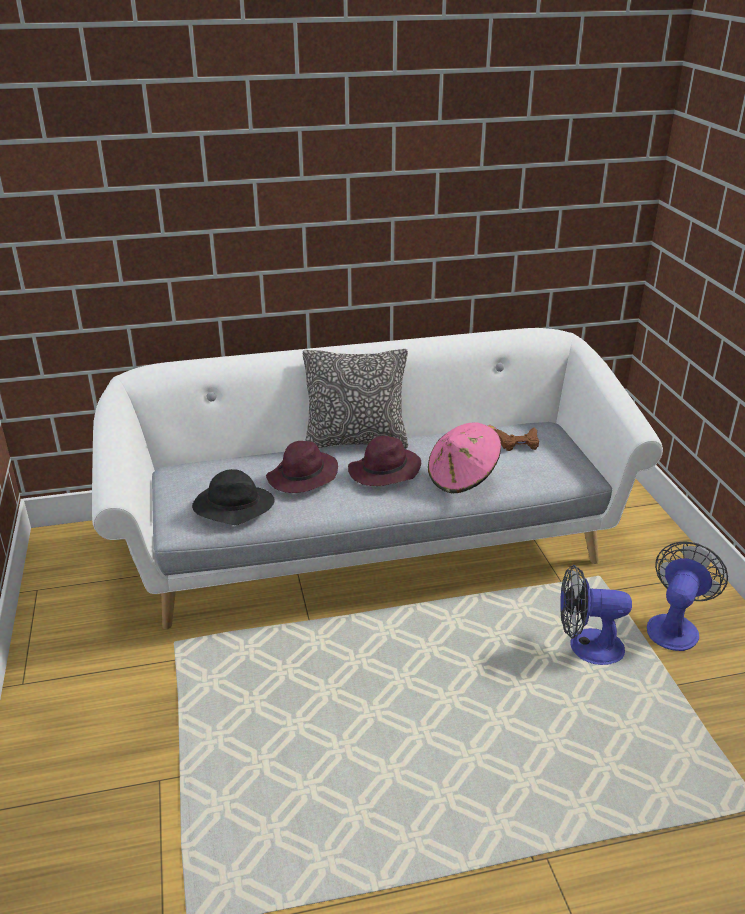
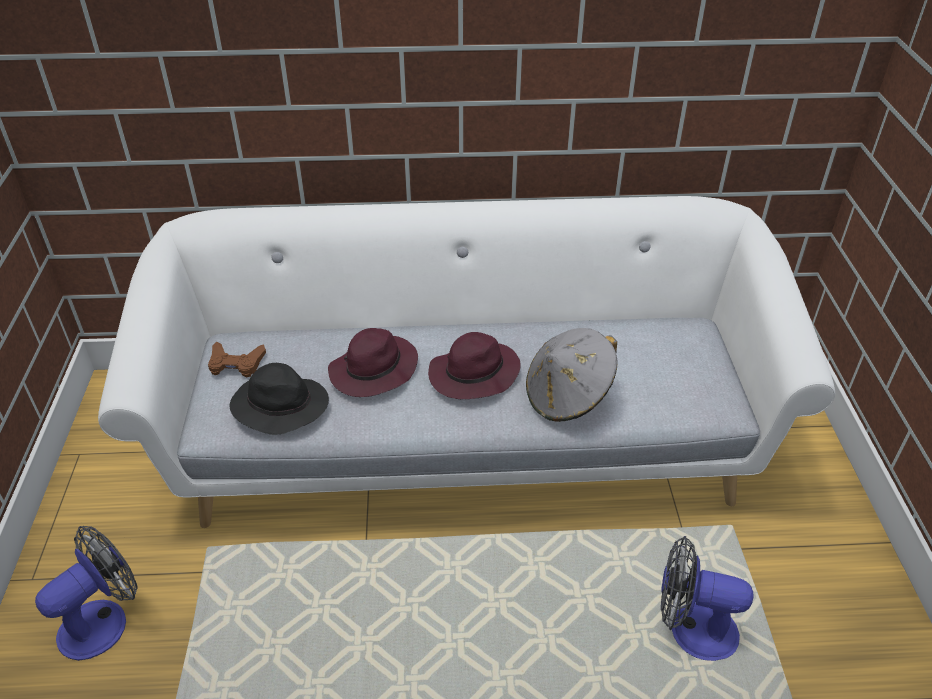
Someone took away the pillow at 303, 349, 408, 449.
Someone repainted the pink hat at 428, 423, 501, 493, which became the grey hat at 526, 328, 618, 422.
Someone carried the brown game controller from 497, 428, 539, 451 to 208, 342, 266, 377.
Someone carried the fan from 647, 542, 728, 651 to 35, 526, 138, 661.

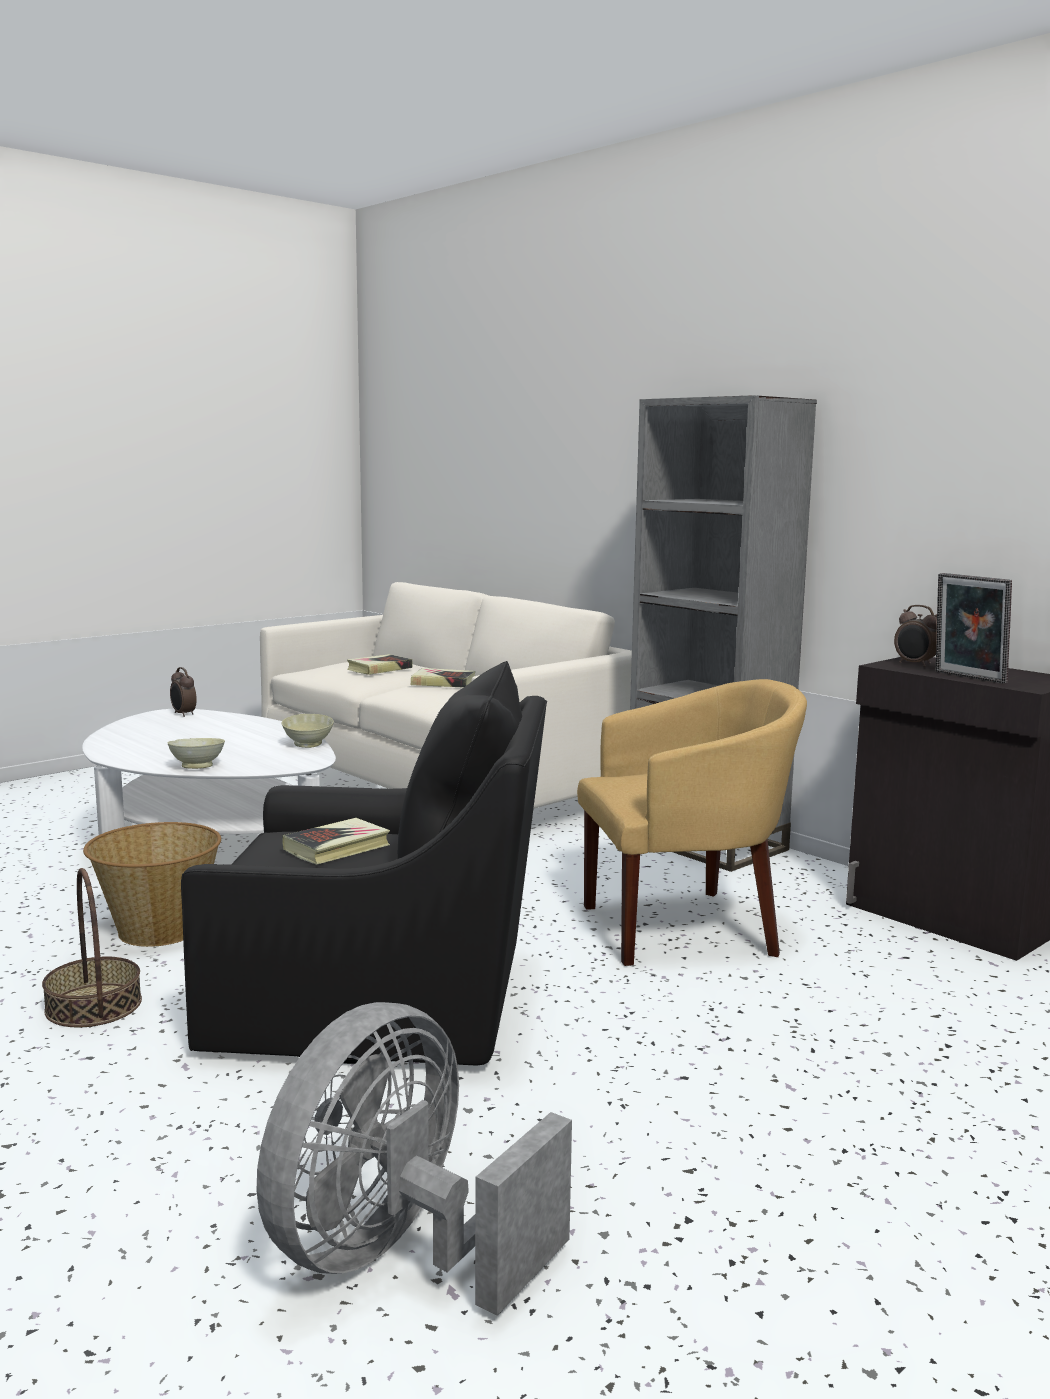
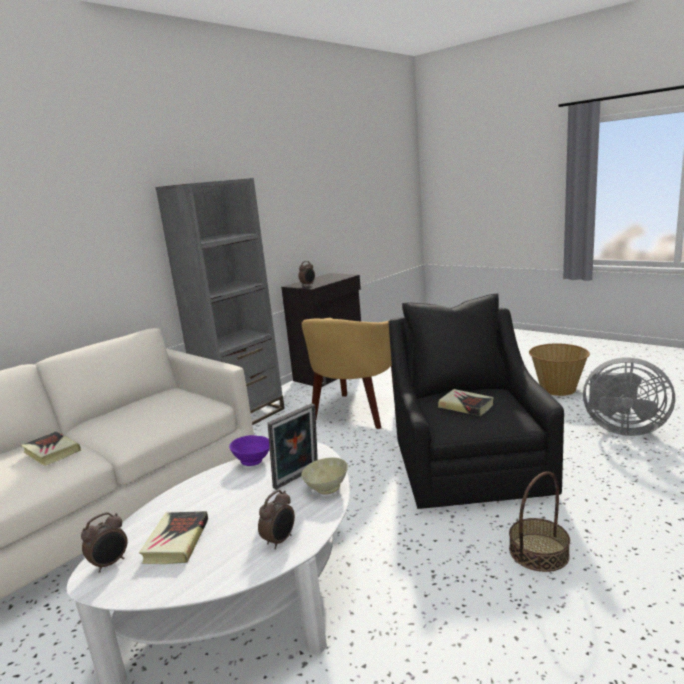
Someone carried the picture frame from 936, 573, 1012, 684 to 267, 403, 318, 490.
Someone carried the book from 411, 668, 475, 687 to 139, 511, 208, 564.
Someone rotated the yellow armchair at 577, 679, 807, 966 by 135 degrees counterclockwise.
Someone repainted the beige bowl at 281, 714, 334, 748, which became the purple bowl at 229, 435, 270, 466.
Someone carried the basket from 83, 822, 221, 947 to 529, 343, 590, 396.
Someone put down the alarm clock at 258, 490, 295, 549.

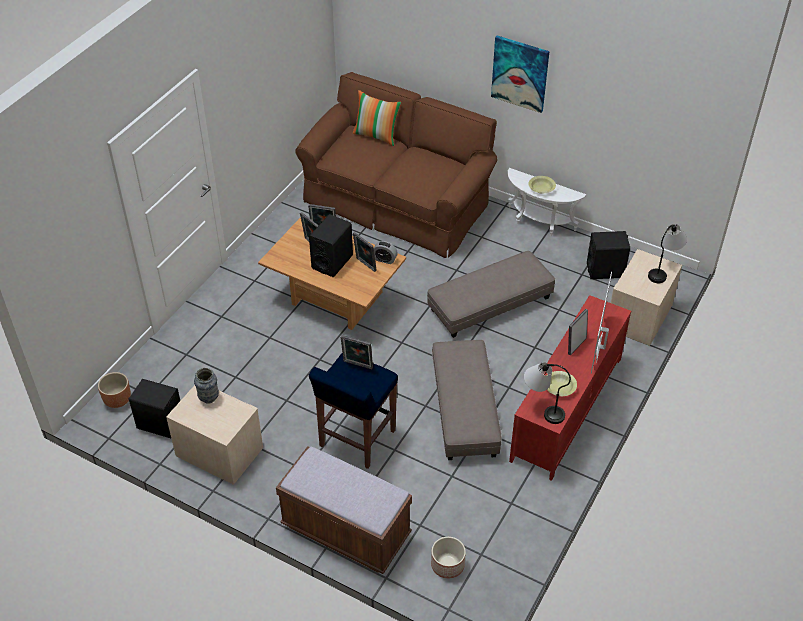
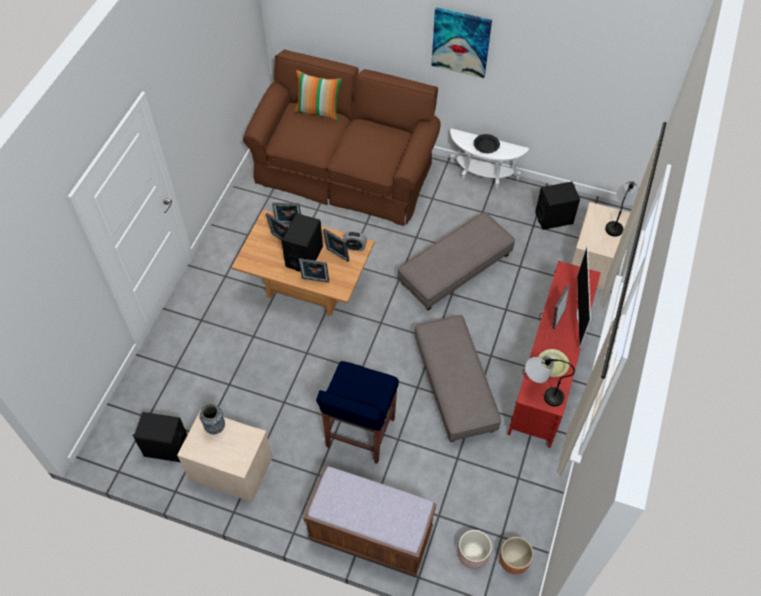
Someone repainted the yellow bowl at 529, 176, 556, 194, which became the black bowl at 474, 134, 500, 153.
Someone carried the picture frame from 341, 335, 373, 369 to 299, 258, 329, 283.
Someone carried the brown planter from 98, 372, 131, 408 to 499, 537, 534, 574.

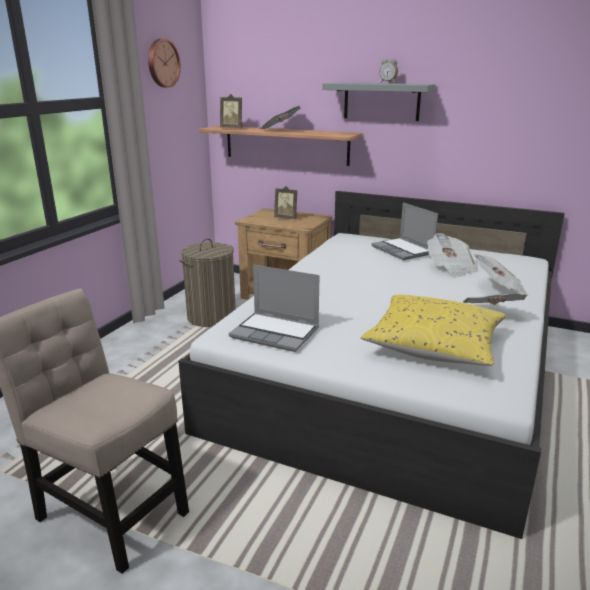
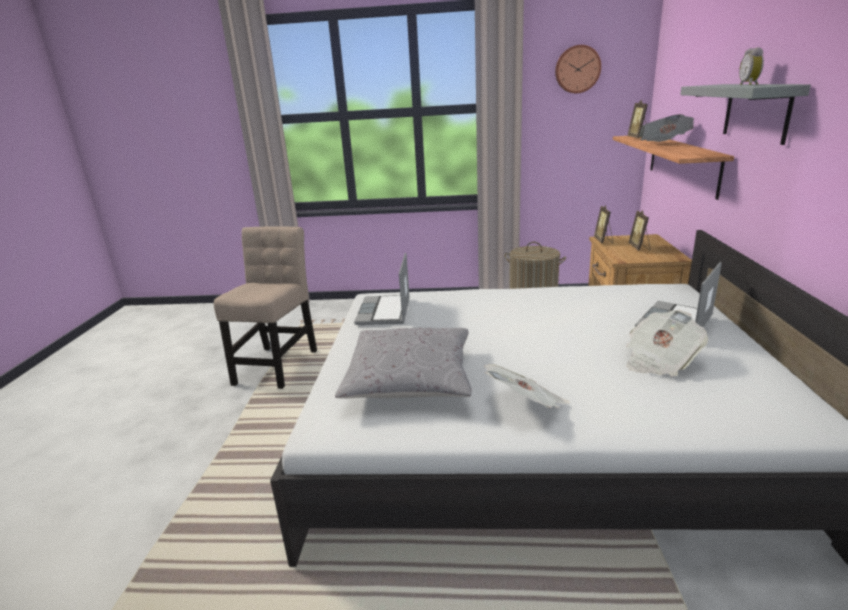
Someone took away the newspaper at 474, 254, 528, 295.
Someone repainted the yellow pillow at 361, 294, 506, 366, which became the grey pillow at 335, 328, 472, 399.
Someone put down the picture frame at 594, 205, 613, 244.

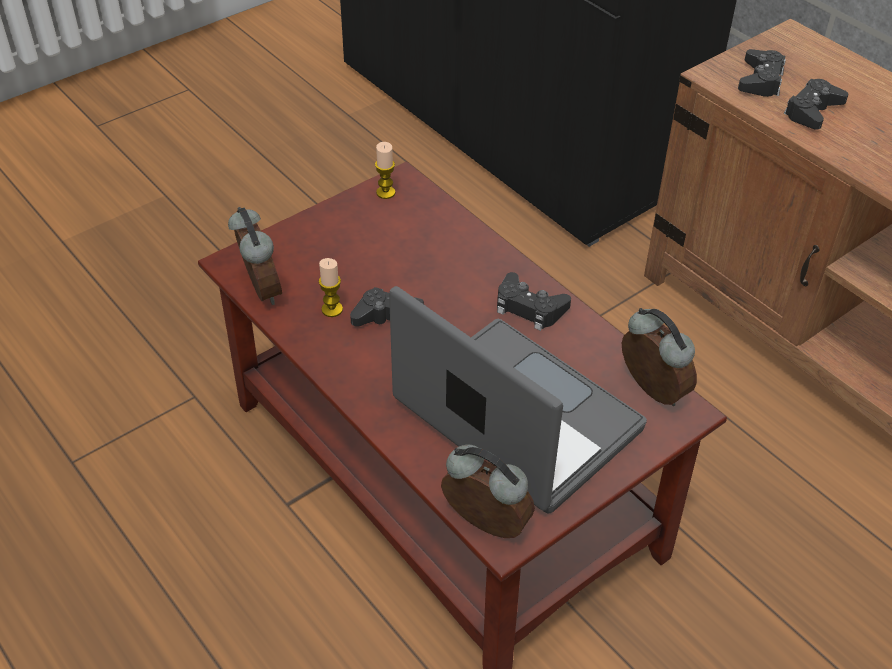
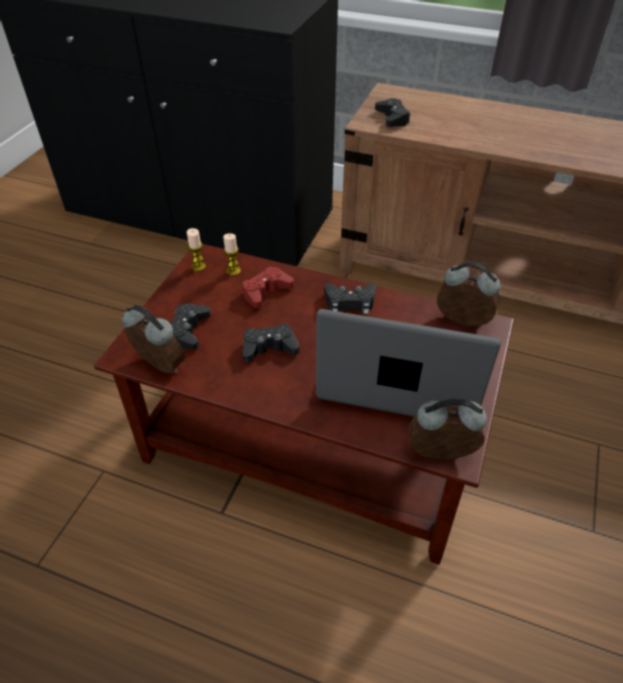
Someone carried the black game controller from 784, 79, 848, 130 to 171, 303, 211, 350.
Someone carried the candle from 319, 258, 343, 317 to 223, 233, 241, 276.
Someone put down the red game controller at 242, 267, 294, 308.

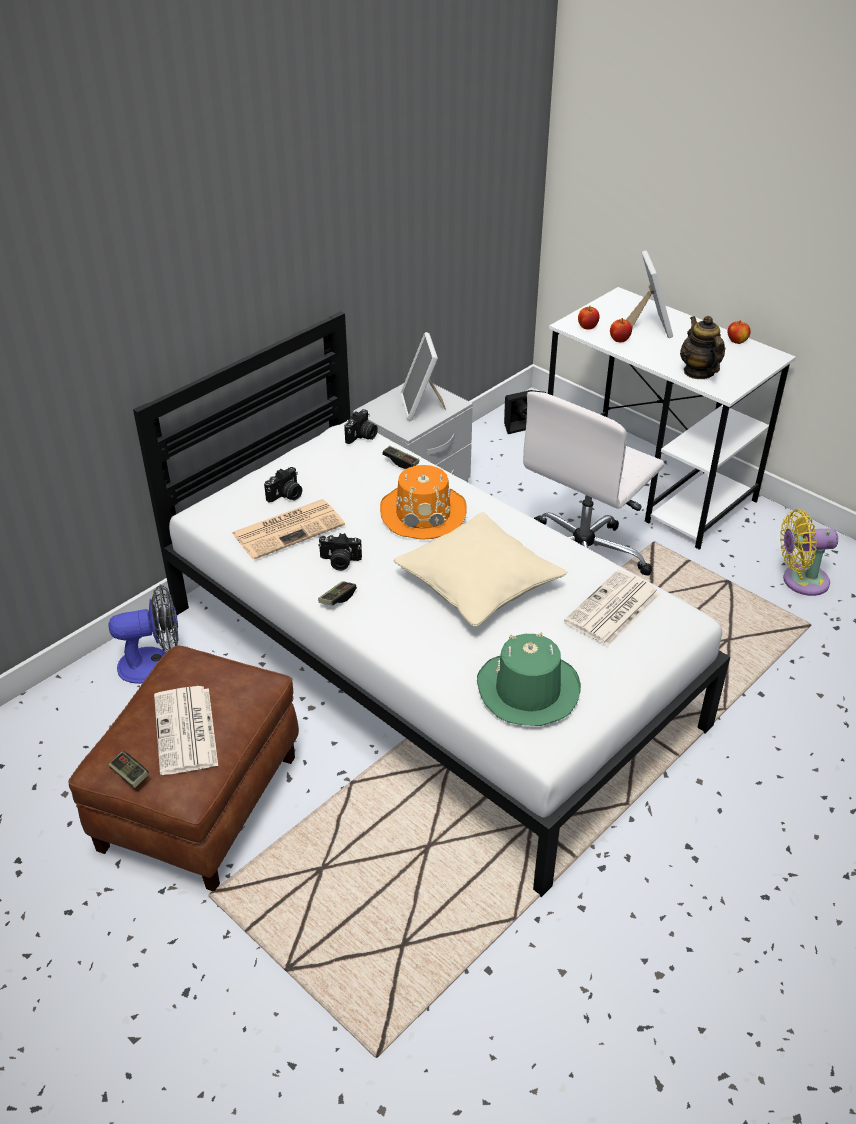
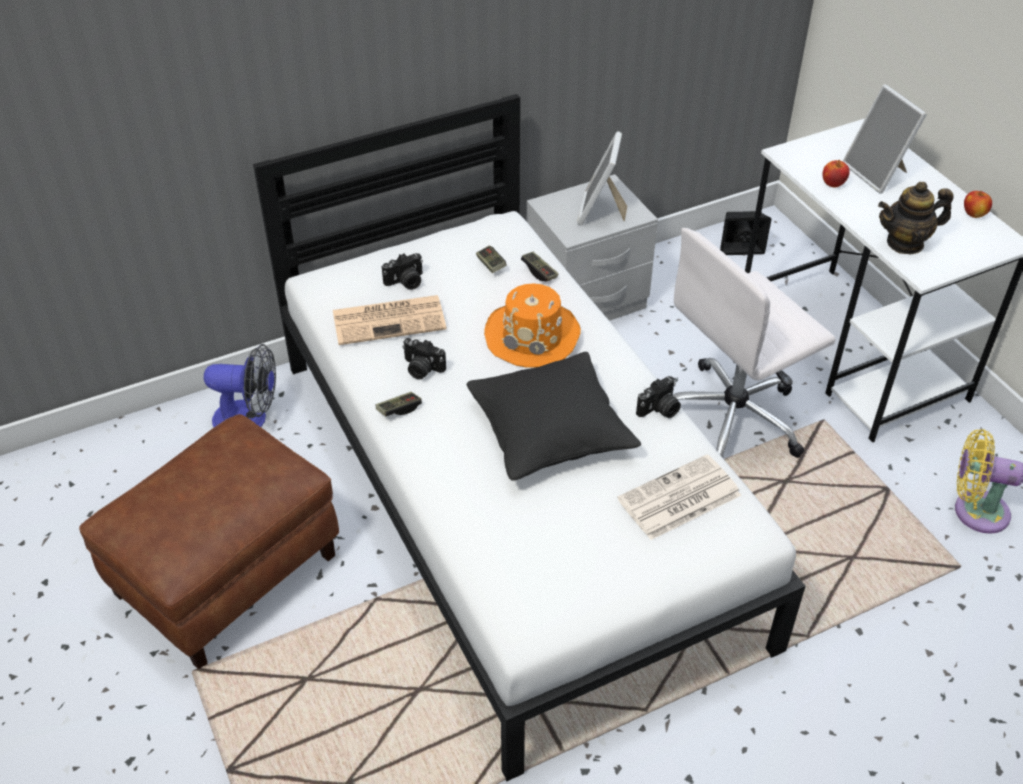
Someone rotated the picture frame at 626, 250, 673, 338 by 135 degrees clockwise.
Someone took away the apple at 578, 306, 600, 330.
Someone rotated the teapot at 680, 316, 725, 379 by 105 degrees counterclockwise.
Someone carried the photo camera from 344, 409, 378, 444 to 636, 376, 681, 418.
Someone repainted the beige pillow at 394, 512, 567, 627, which became the black pillow at 467, 352, 641, 481.
Someone took away the green hat at 477, 632, 581, 726.
Someone took away the newspaper at 154, 686, 218, 775.
Someone carried the game controller from 108, 751, 149, 788 to 476, 245, 507, 273.

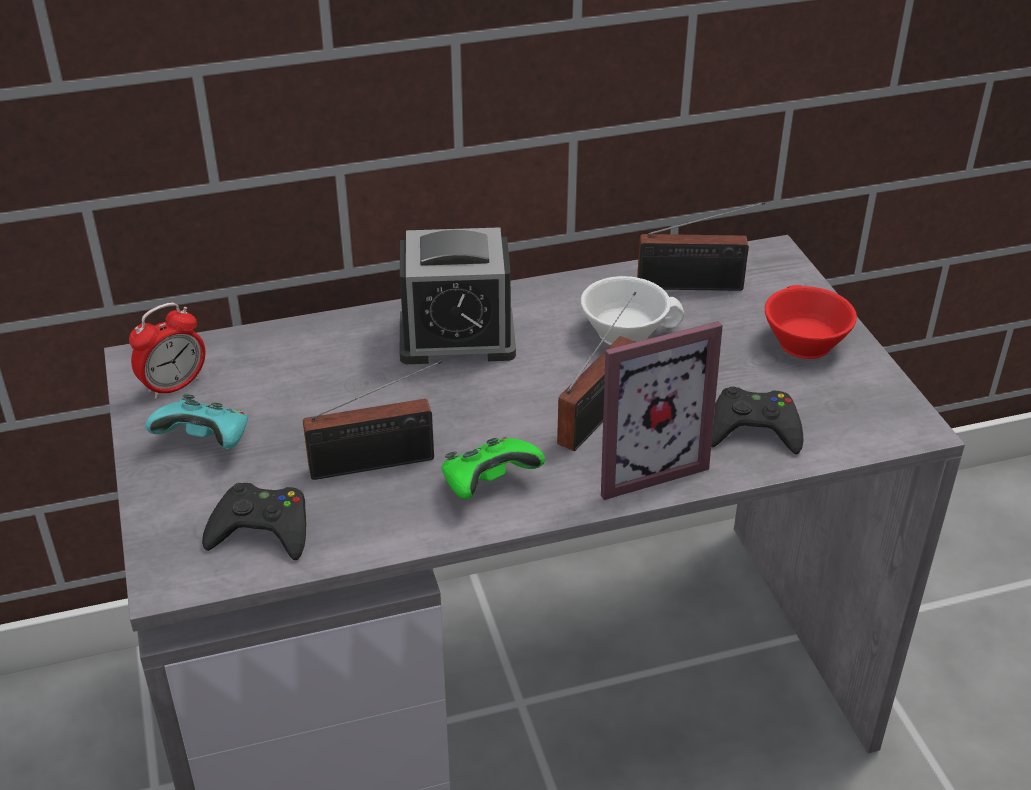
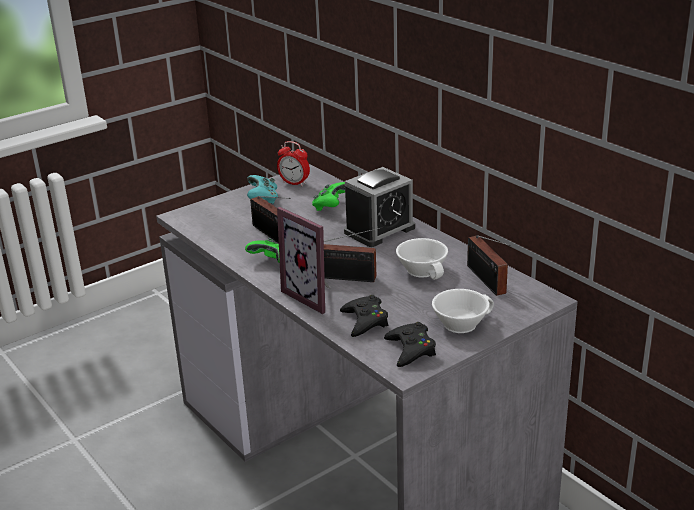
Someone rotated the alarm clock at 400, 227, 516, 364 by 105 degrees counterclockwise.
Someone repainted the red cup at 765, 285, 857, 359, which became the white cup at 432, 289, 494, 333.
Someone carried the black game controller from 202, 483, 306, 560 to 384, 322, 436, 367.
Someone put down the green game controller at 312, 182, 345, 211.

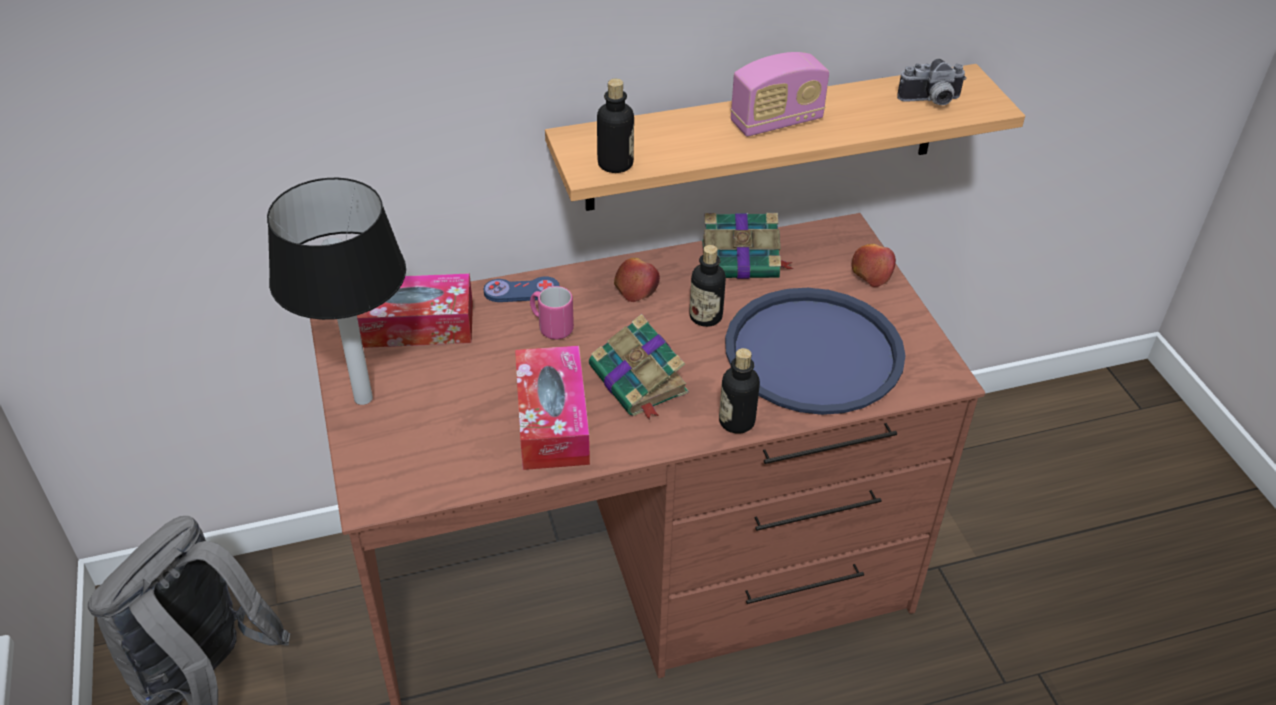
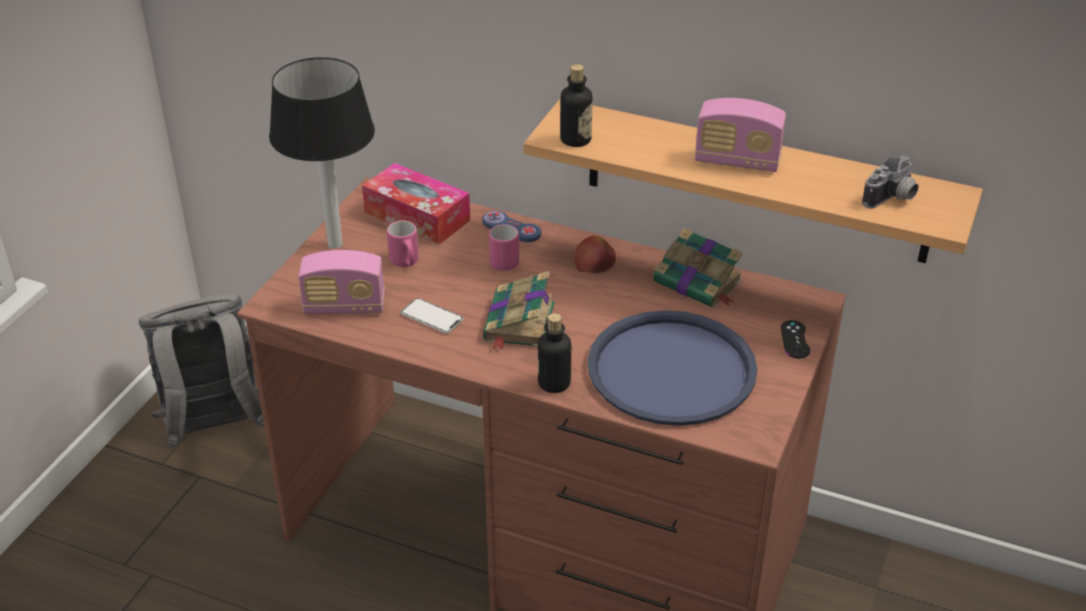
Someone rotated the photo camera at 897, 59, 967, 105 by 75 degrees counterclockwise.
Someone swapped the apple at 852, 244, 896, 287 for the black game controller at 781, 320, 810, 358.
Someone took away the bottle at 689, 245, 726, 327.
Someone swapped the tissue box at 515, 346, 590, 470 for the phone at 401, 298, 463, 334.
Someone put down the pink mug at 387, 221, 419, 267.
Someone put down the radio at 298, 250, 385, 314.

